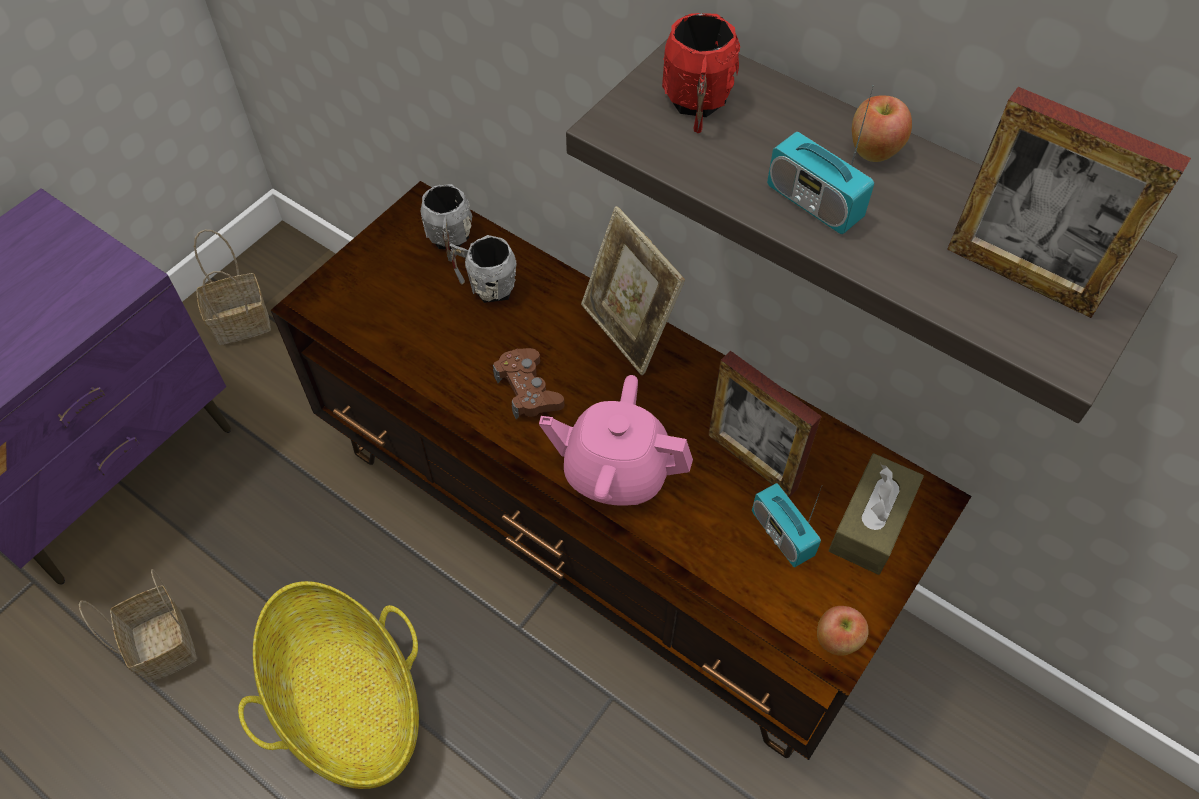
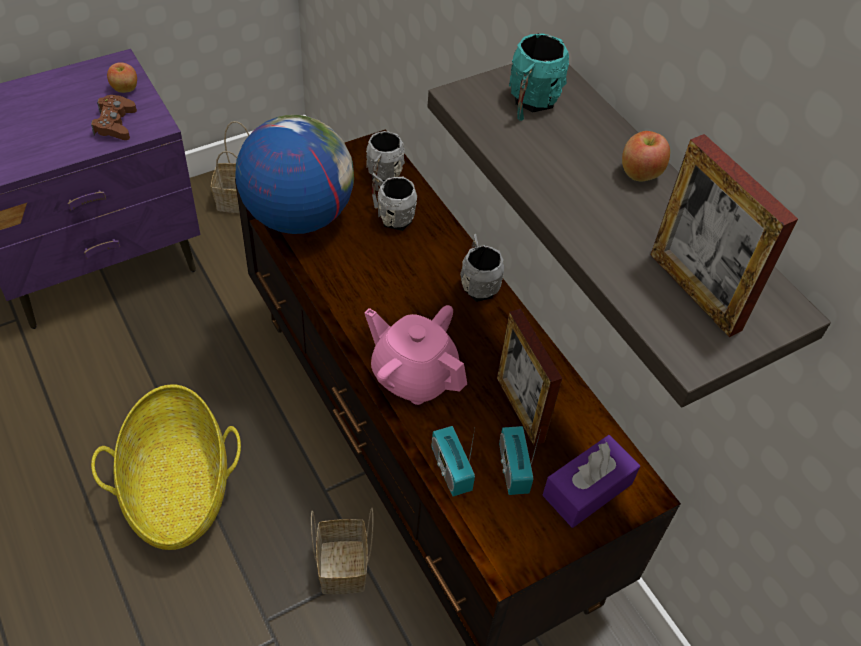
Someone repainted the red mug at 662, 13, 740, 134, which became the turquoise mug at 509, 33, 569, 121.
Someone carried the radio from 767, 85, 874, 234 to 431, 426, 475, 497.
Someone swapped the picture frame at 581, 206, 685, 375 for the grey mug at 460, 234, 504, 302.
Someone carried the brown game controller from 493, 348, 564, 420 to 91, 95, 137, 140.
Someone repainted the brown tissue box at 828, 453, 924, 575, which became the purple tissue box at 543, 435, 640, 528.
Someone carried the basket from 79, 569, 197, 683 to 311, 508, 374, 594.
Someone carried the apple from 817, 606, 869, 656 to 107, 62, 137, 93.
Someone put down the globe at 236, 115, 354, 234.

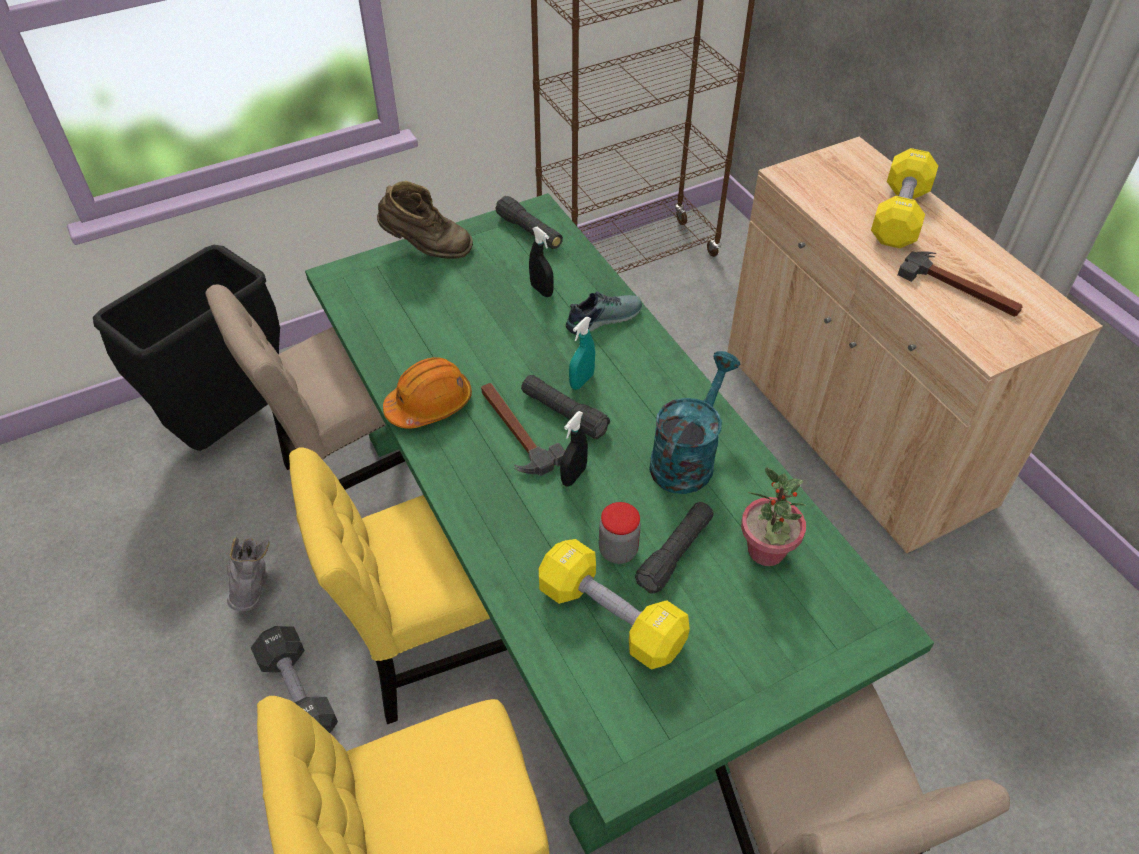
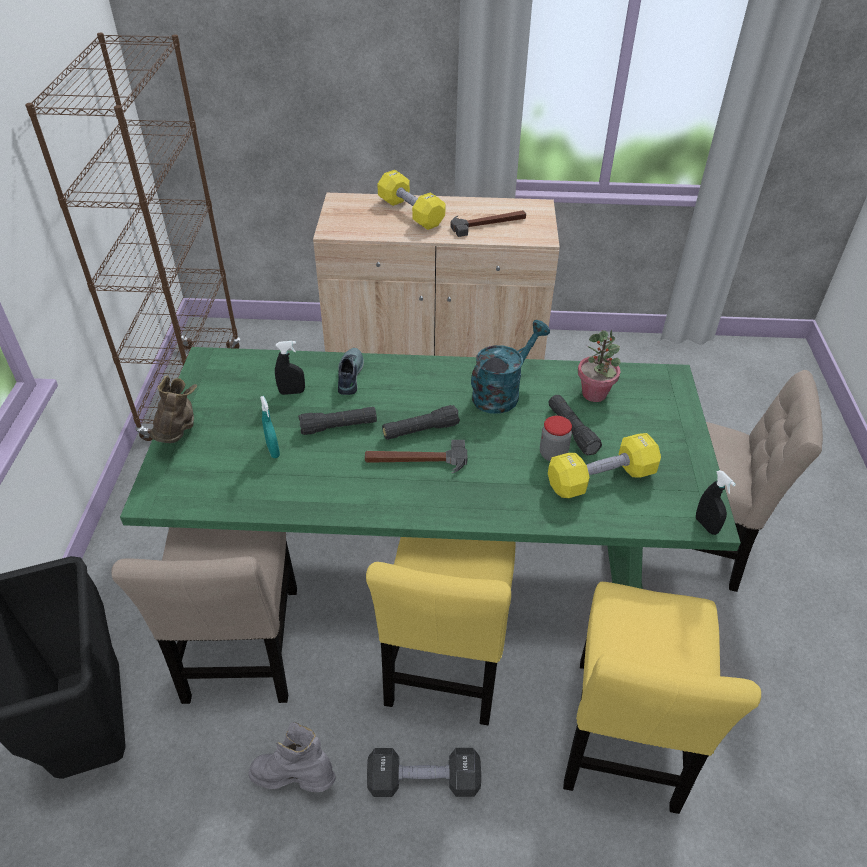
Someone rotated the brown boot at 377, 181, 473, 259 by 45 degrees counterclockwise.
Someone carried the black flashlight from 495, 196, 563, 249 to 298, 407, 377, 435.
Someone carried the turquoise spray bottle from 569, 317, 595, 390 to 260, 396, 280, 458.
Someone rotated the turquoise watering can at 649, 351, 740, 494 by 75 degrees clockwise.
Someone took away the orange hard hat at 383, 357, 472, 429.
Someone carried the black spray bottle from 560, 411, 588, 487 to 696, 470, 736, 535.

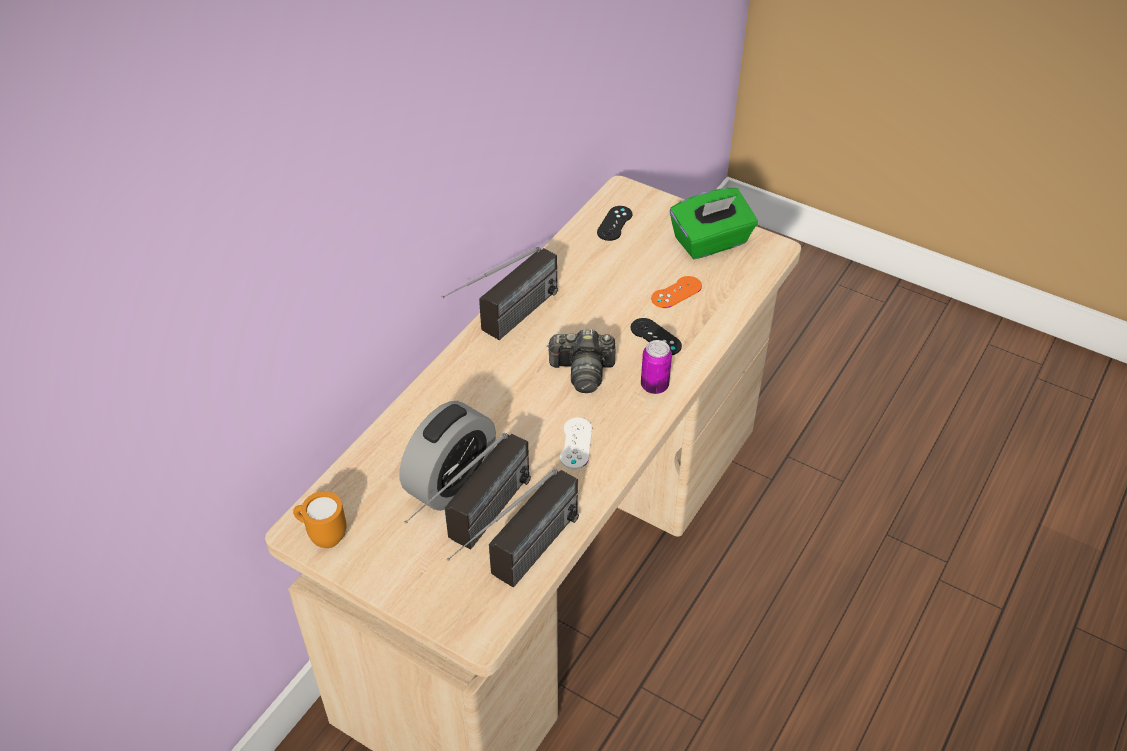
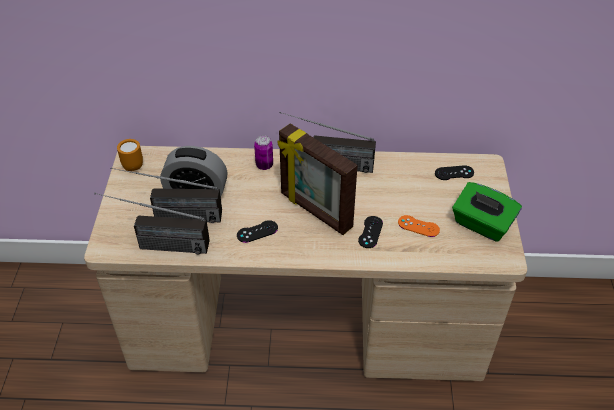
Someone swapped the photo camera at 547, 329, 615, 393 for the picture frame at 277, 123, 358, 235.
Someone carried the can from 641, 340, 672, 394 to 254, 135, 273, 170.
Someone repainted the white game controller at 560, 418, 592, 469, which became the black game controller at 237, 220, 278, 243.

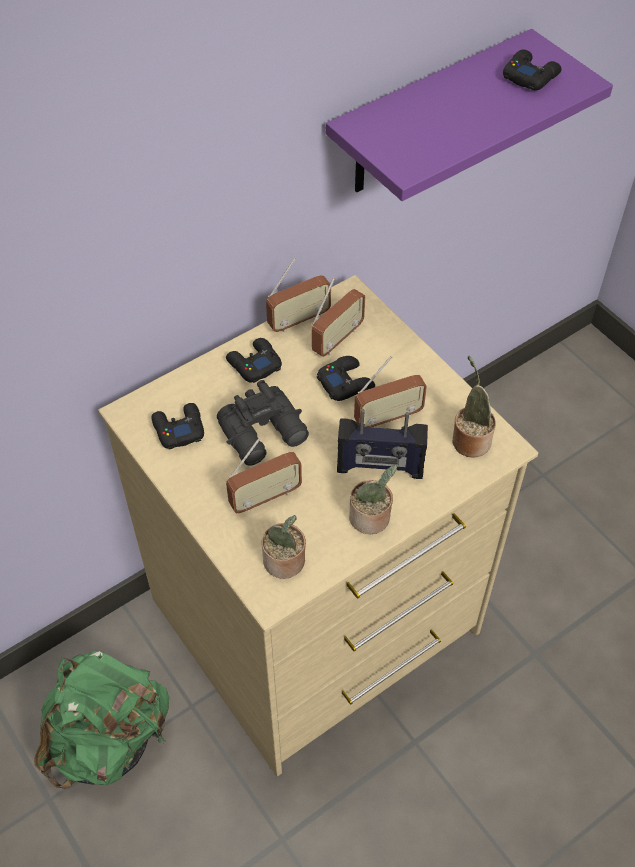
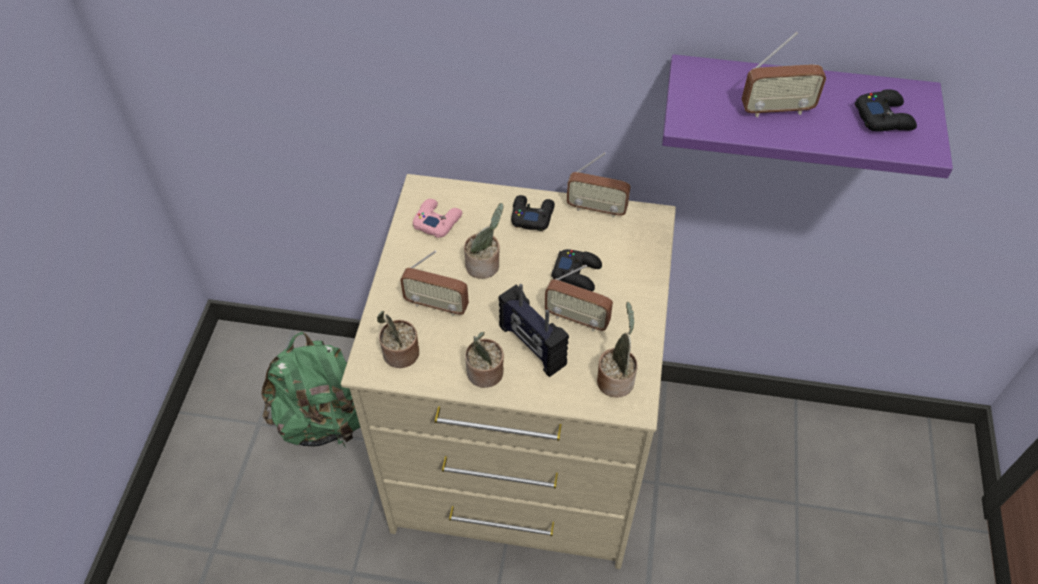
Someone carried the radio from 312, 278, 365, 357 to 742, 32, 826, 117.
Someone swapped the black binoculars at 217, 380, 309, 466 for the potted plant at 464, 203, 504, 279.
Someone repainted the black game controller at 151, 403, 204, 449, which became the pink game controller at 413, 199, 462, 238.

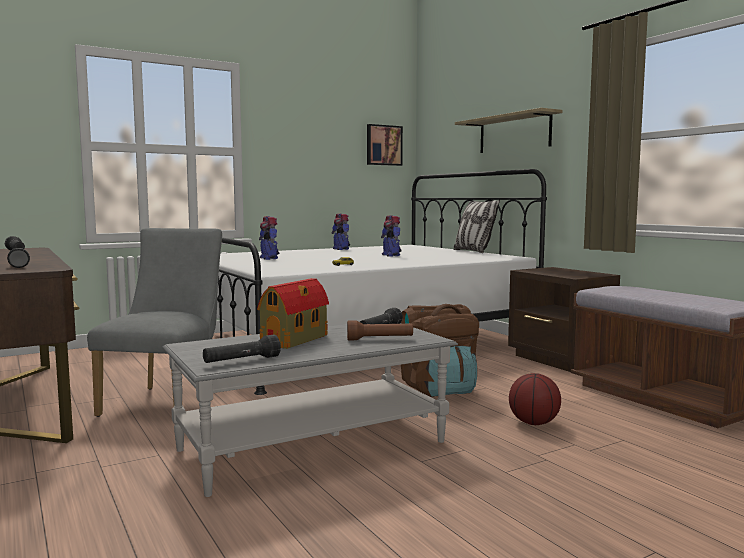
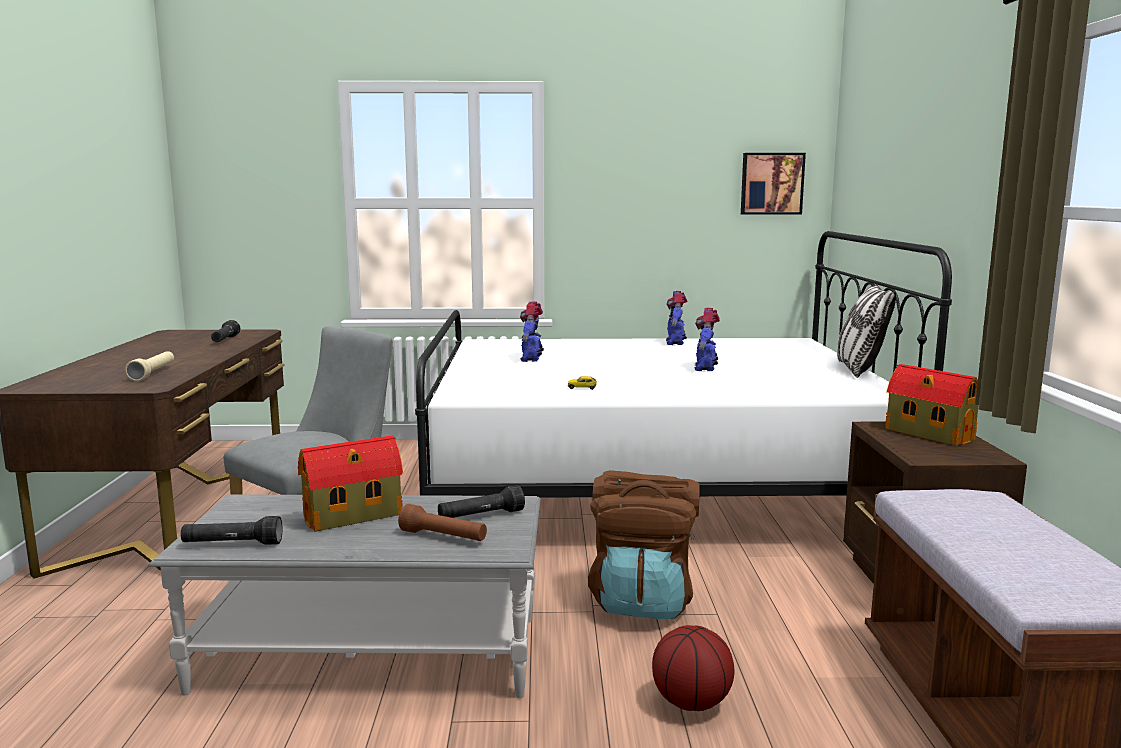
Someone took away the shelf at 455, 108, 563, 153.
Someone repainted the black flashlight at 7, 248, 30, 268, which became the beige flashlight at 125, 351, 174, 381.
Someone put down the toy house at 885, 364, 979, 446.

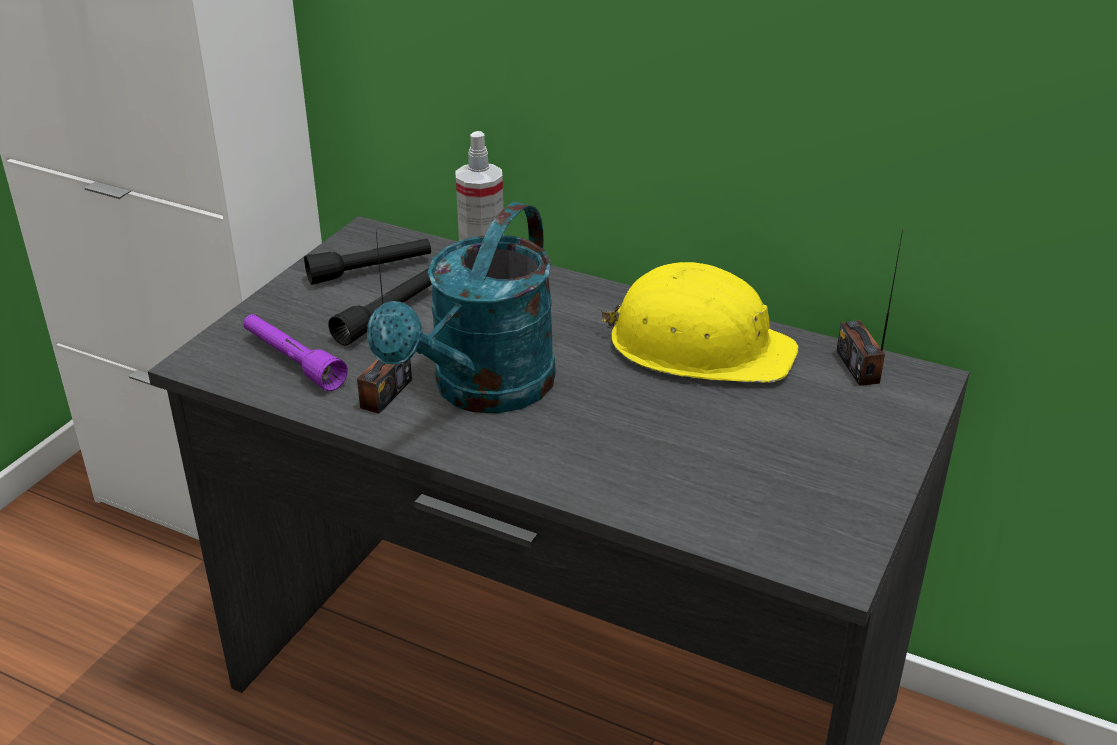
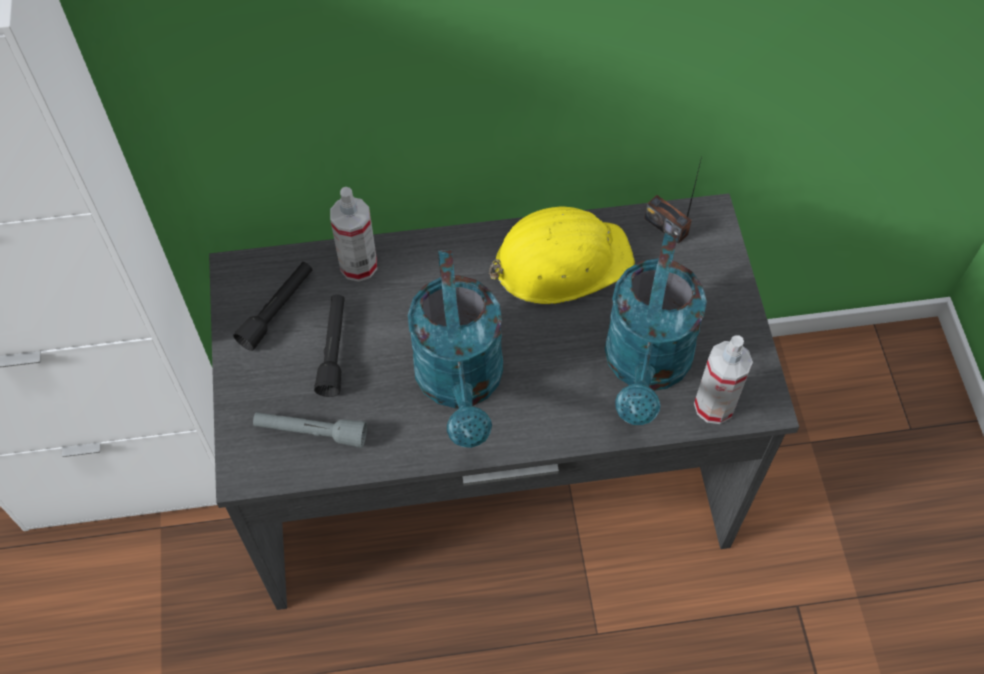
Someone took away the radio at 357, 233, 412, 414.
Someone repainted the purple flashlight at 243, 314, 348, 391, which became the grey flashlight at 253, 412, 367, 448.
Someone put down the turquoise watering can at 605, 233, 707, 425.
Someone put down the spray bottle at 694, 335, 753, 424.

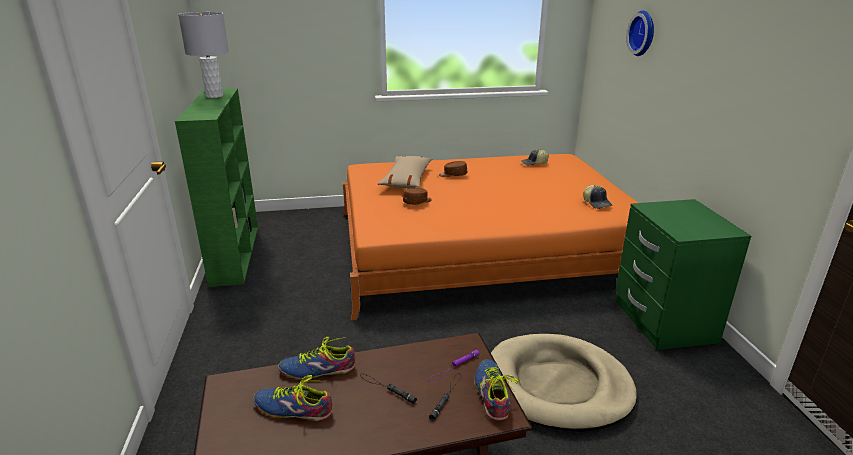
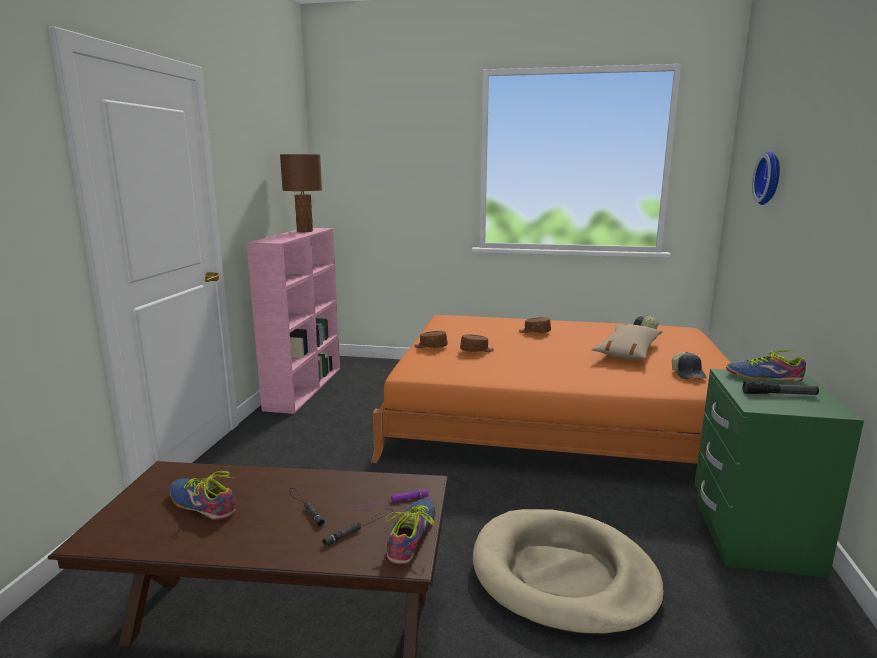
Someone repainted the grey table lamp at 178, 12, 229, 98, which became the brown table lamp at 280, 154, 322, 232.
Someone repainted the green bookcase at 175, 88, 258, 287, which became the pink bookcase at 247, 228, 340, 414.
Someone carried the beige pillow from 378, 156, 432, 188 to 592, 324, 663, 359.
Someone carried the shoe from 278, 337, 355, 380 to 726, 350, 806, 382.
Someone put down the brown cap at 414, 331, 448, 348.
Someone put down the flashlight at 743, 382, 819, 395.

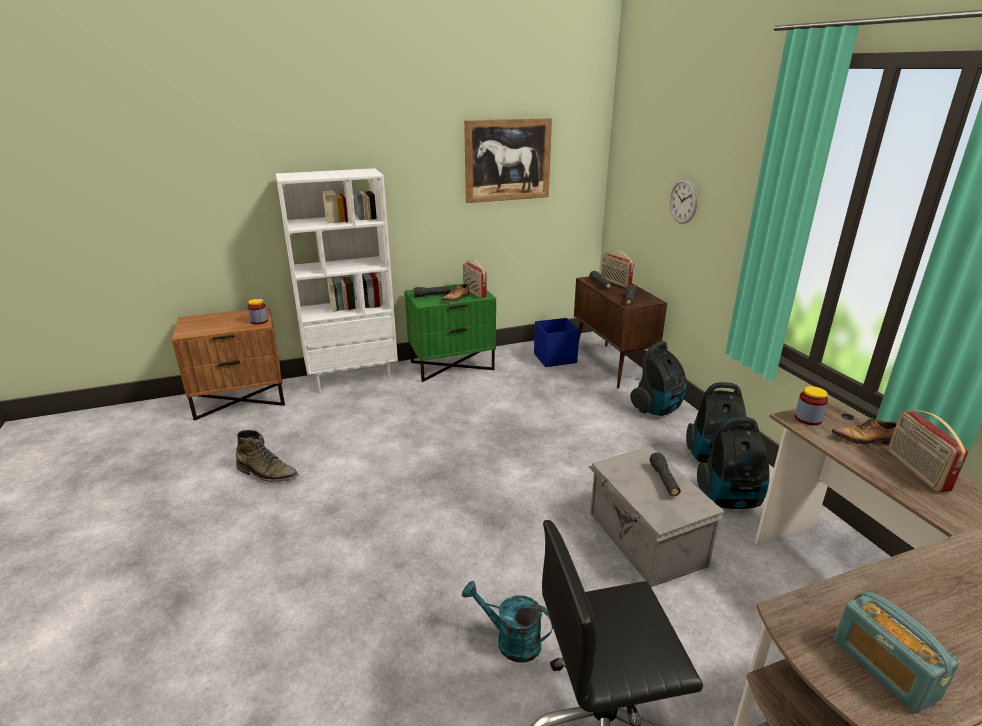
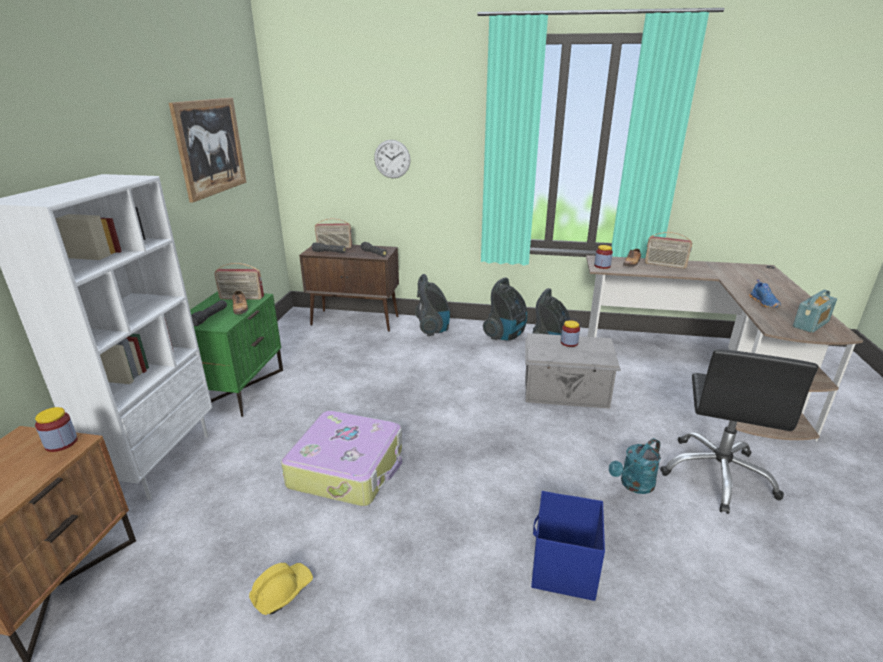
Someone carried the blue storage box from 534, 318, 580, 367 to 531, 491, 605, 601.
Someone swapped the green boot at 236, 430, 298, 482 for the yellow hard hat at 249, 563, 313, 615.
Someone swapped the black flashlight at 650, 452, 681, 496 for the jar at 561, 320, 580, 347.
Someone rotated the radio at 834, 592, 960, 713 by 45 degrees counterclockwise.
Someone put down the blue shoe at 749, 279, 781, 308.
Someone put down the suitcase at 281, 411, 402, 506.

